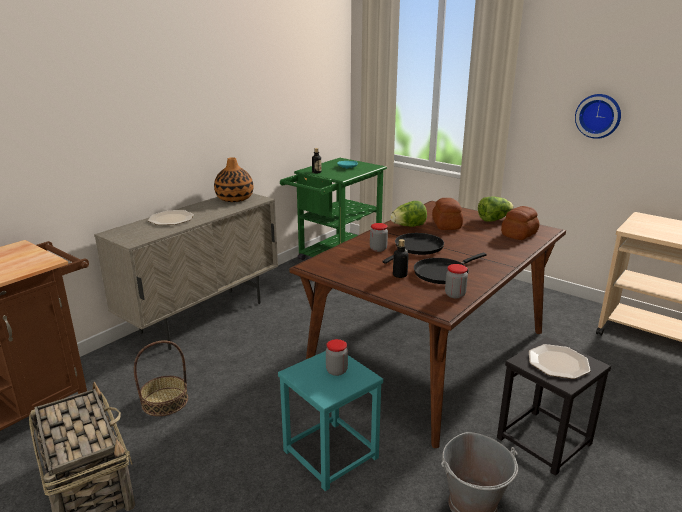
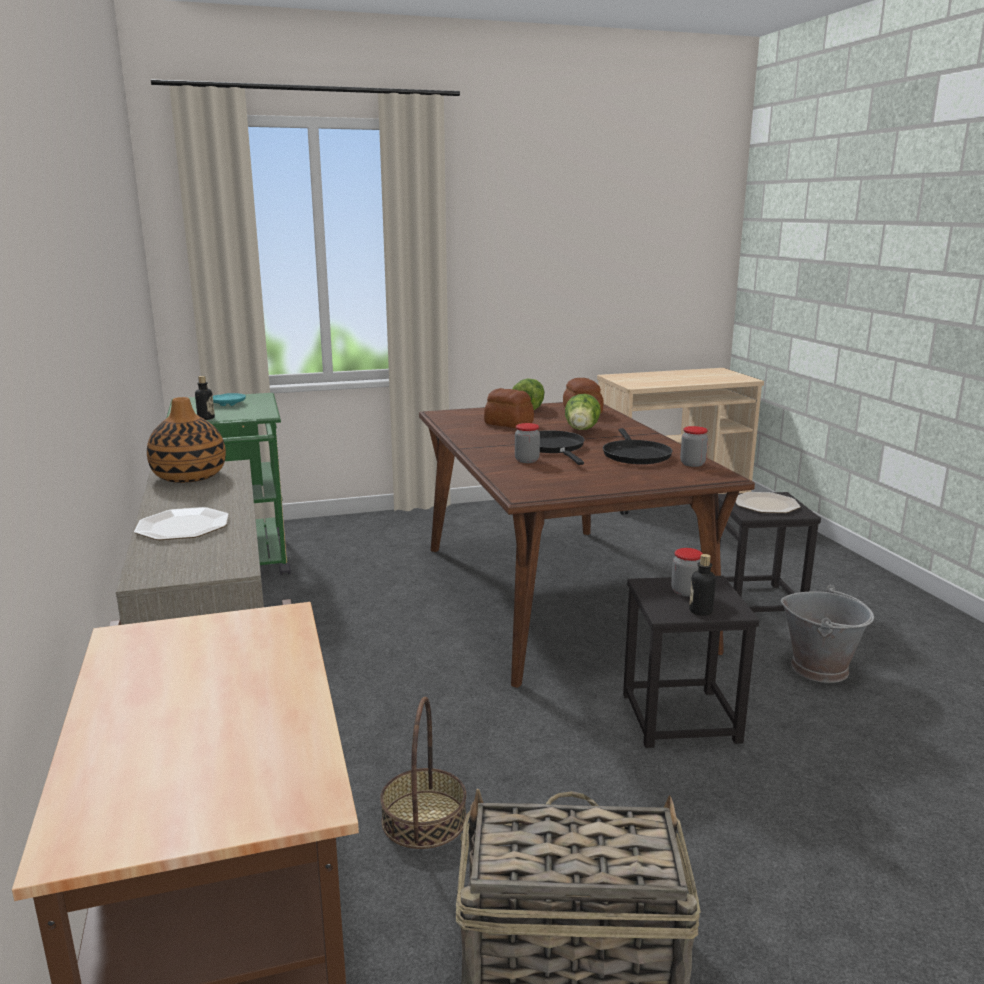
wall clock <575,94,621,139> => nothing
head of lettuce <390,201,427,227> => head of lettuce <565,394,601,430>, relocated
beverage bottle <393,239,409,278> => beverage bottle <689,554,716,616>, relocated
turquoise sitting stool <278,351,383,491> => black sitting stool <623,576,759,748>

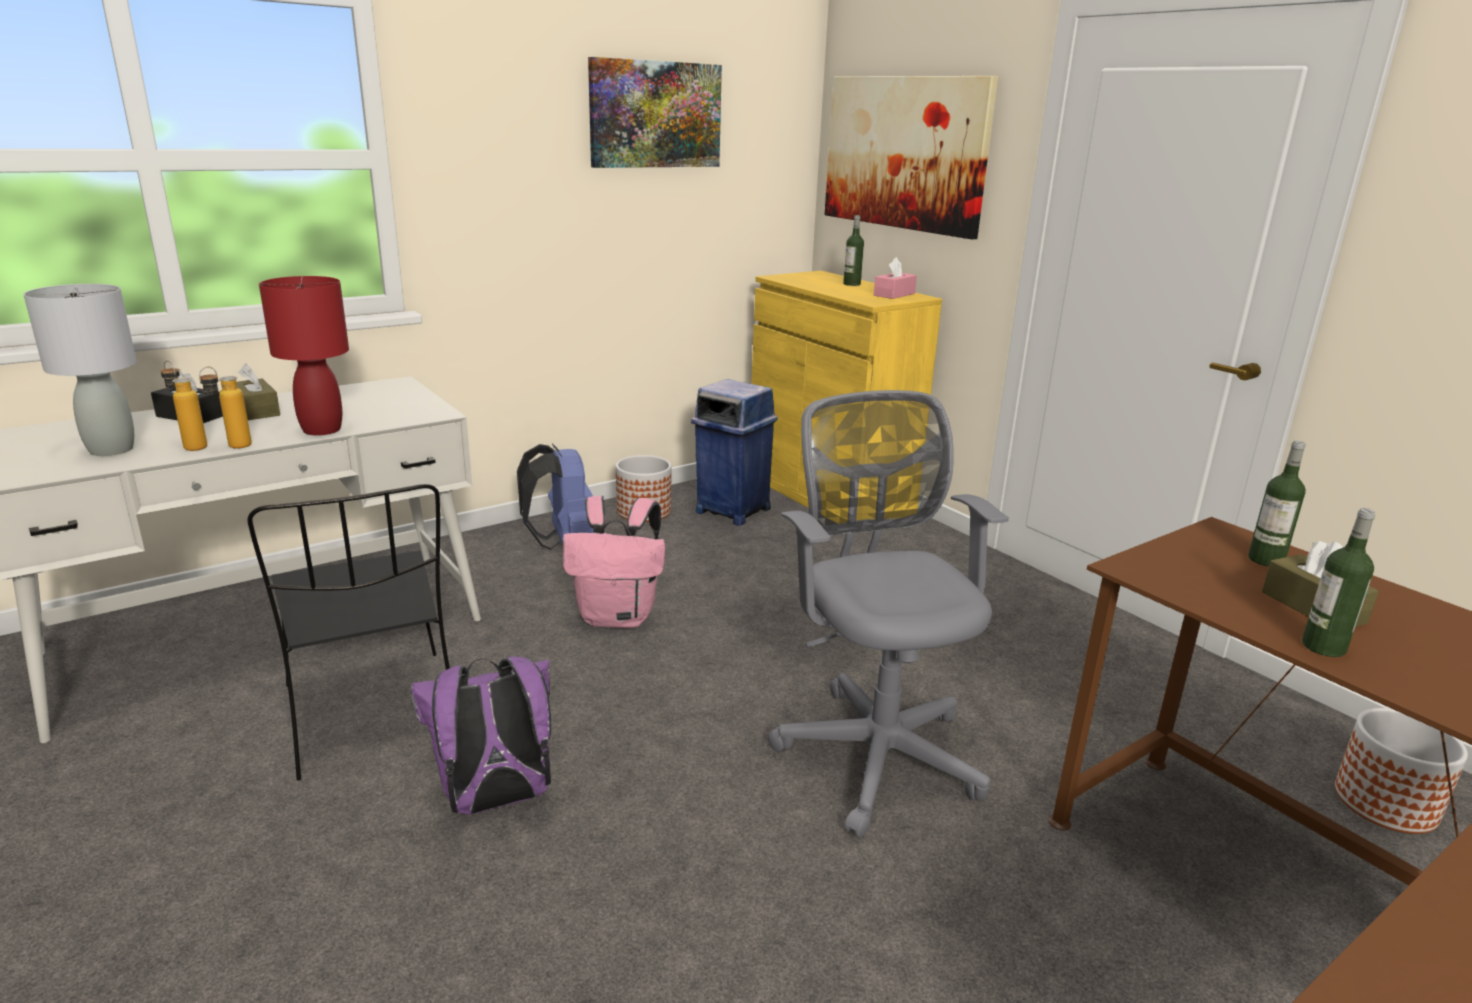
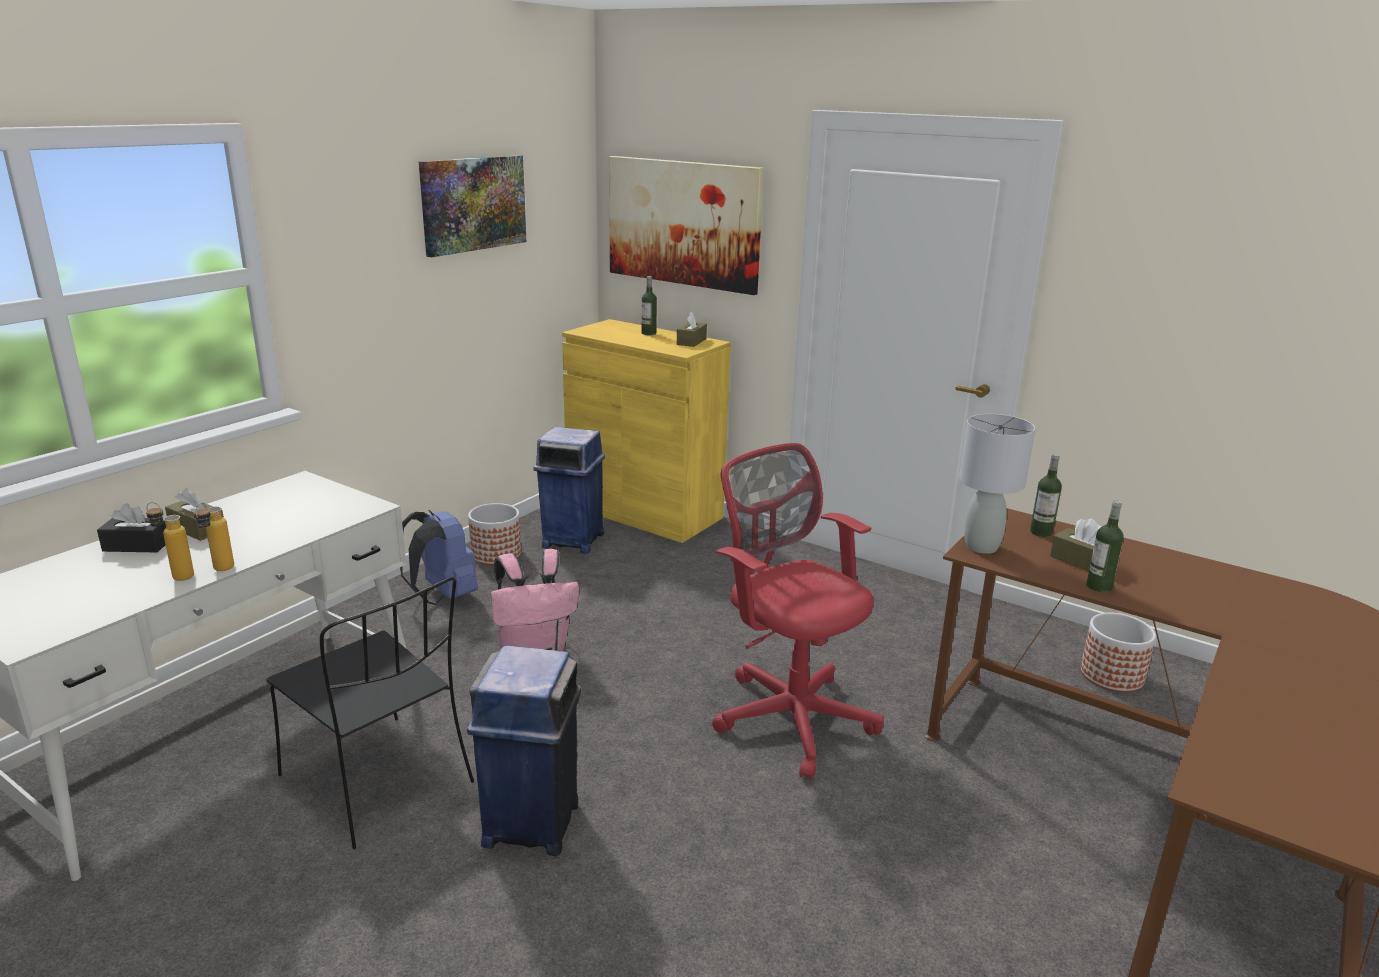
reddish lamp for a table <259,276,349,436> => nothing
gray lamp for a table <23,284,137,456> => gray lamp for a table <959,414,1035,554>, relocated
purplish rucksack <411,656,551,814> => bluish rubbish bin <467,646,581,856>
gray office chair <768,390,1009,838> => reddish office chair <712,443,884,780>
pinkish box of tissues <874,257,917,299> => brownish box of tissues <677,312,707,347>

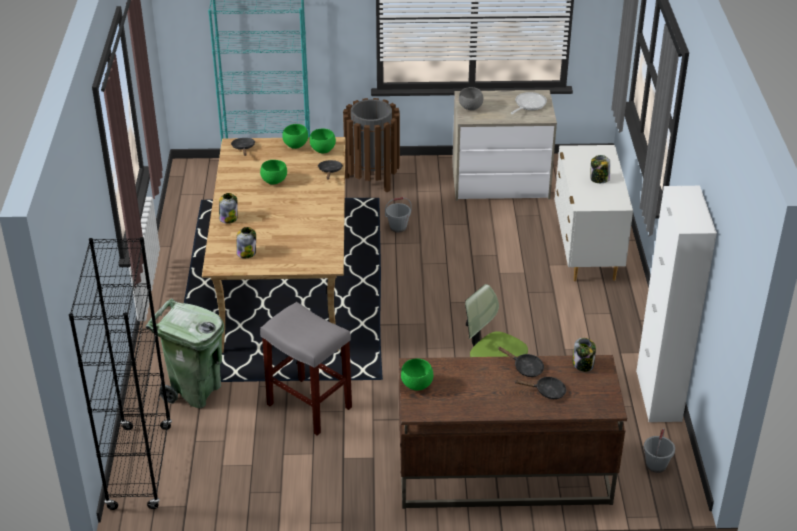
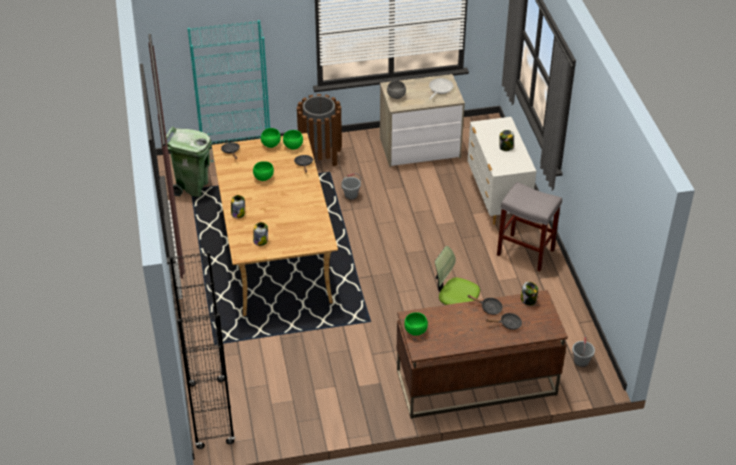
white cupboard <636,186,717,422> => nothing
green rubbish bin <145,299,224,408> => green rubbish bin <161,127,212,197>, relocated
gray sitting stool <260,302,352,436> => gray sitting stool <497,182,562,271>, relocated

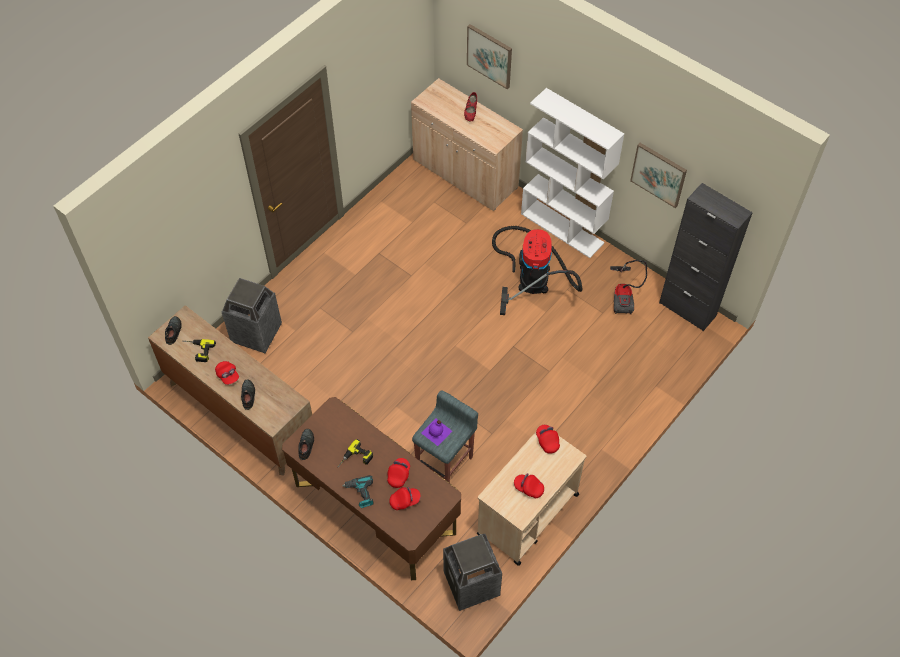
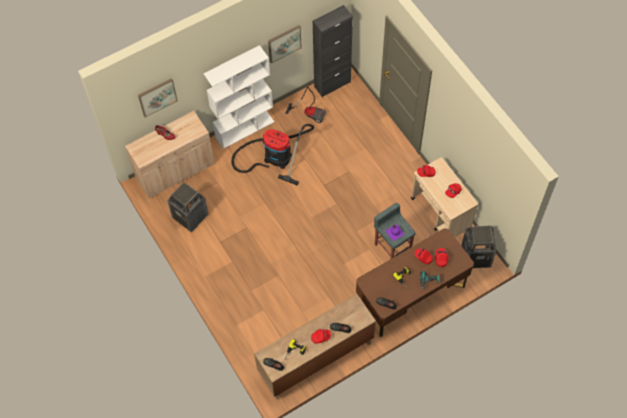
rubbish bin <222,278,282,353> => rubbish bin <167,182,209,232>, relocated

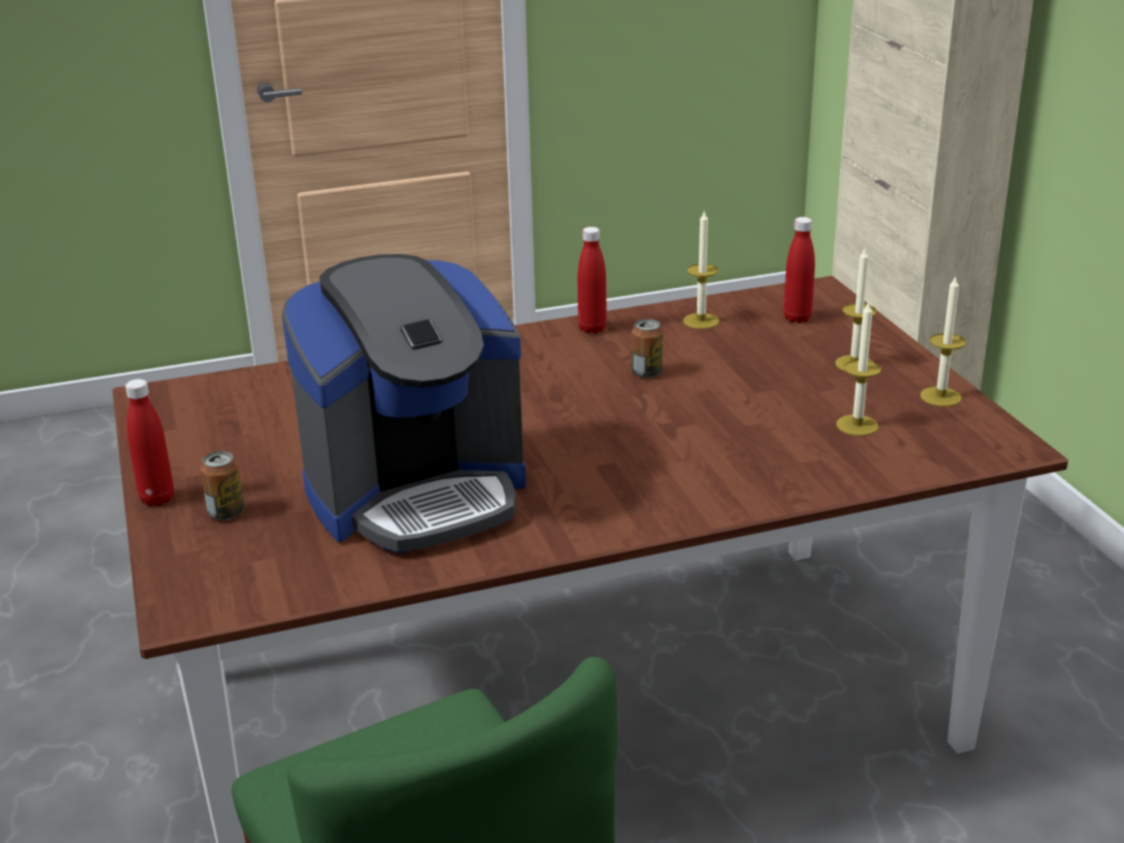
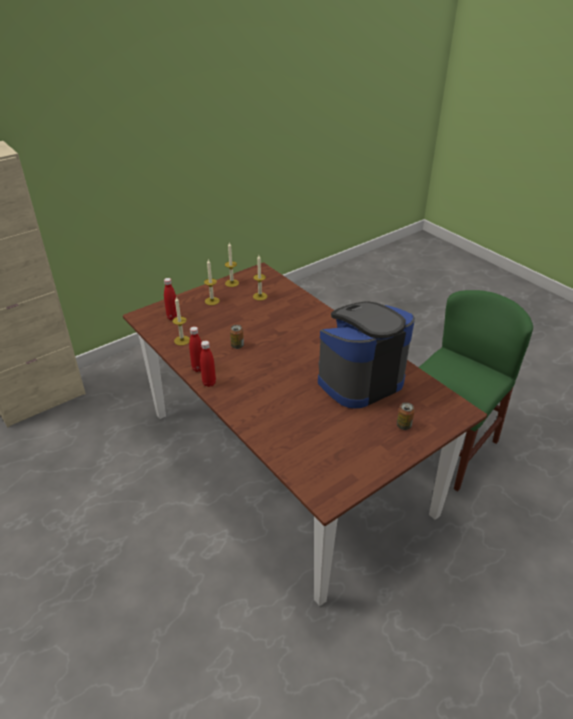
reddish beverage bottle <125,379,174,506> => reddish beverage bottle <200,340,216,387>, relocated
coffee maker <282,254,526,554> => coffee maker <318,301,415,408>, 75 degrees counterclockwise

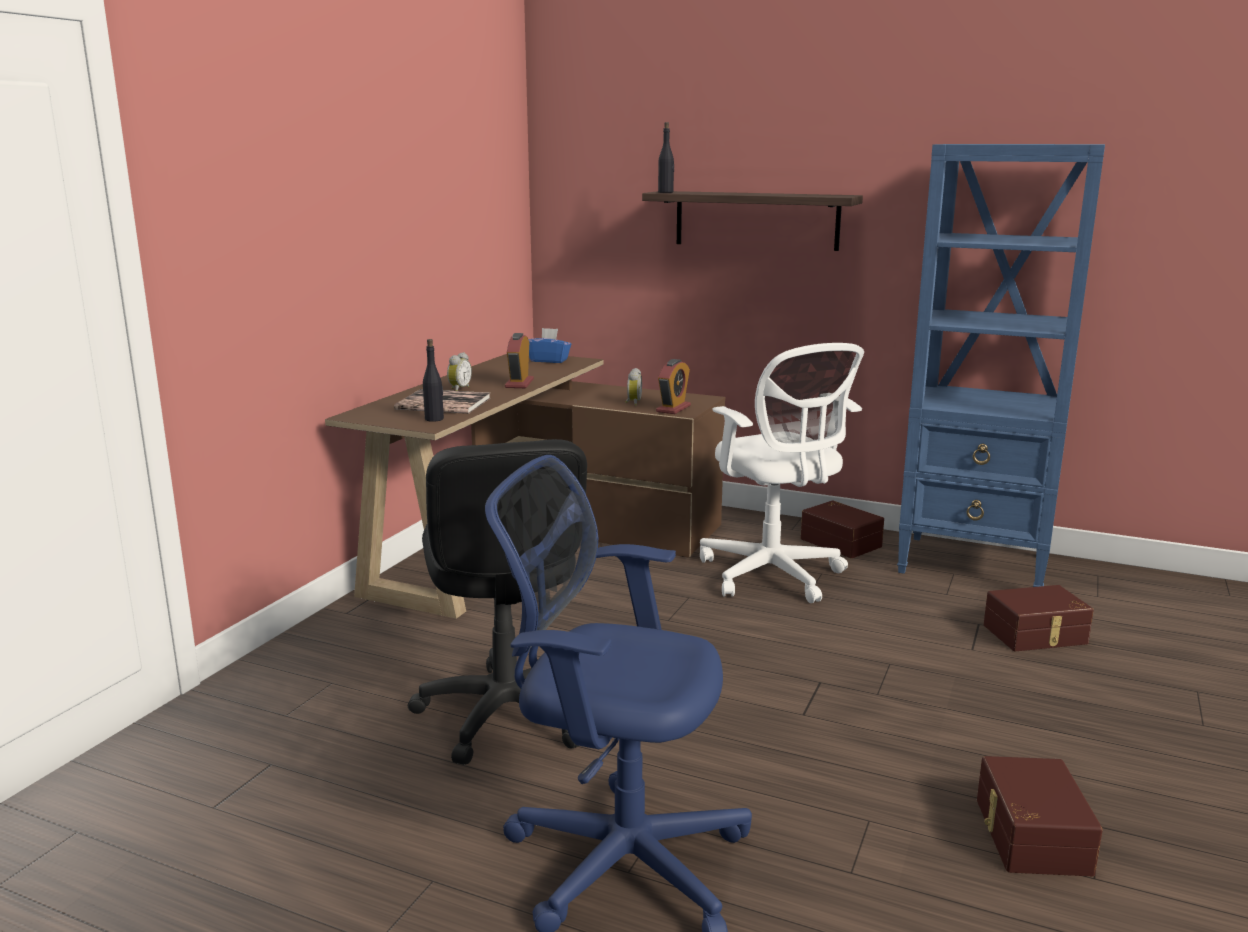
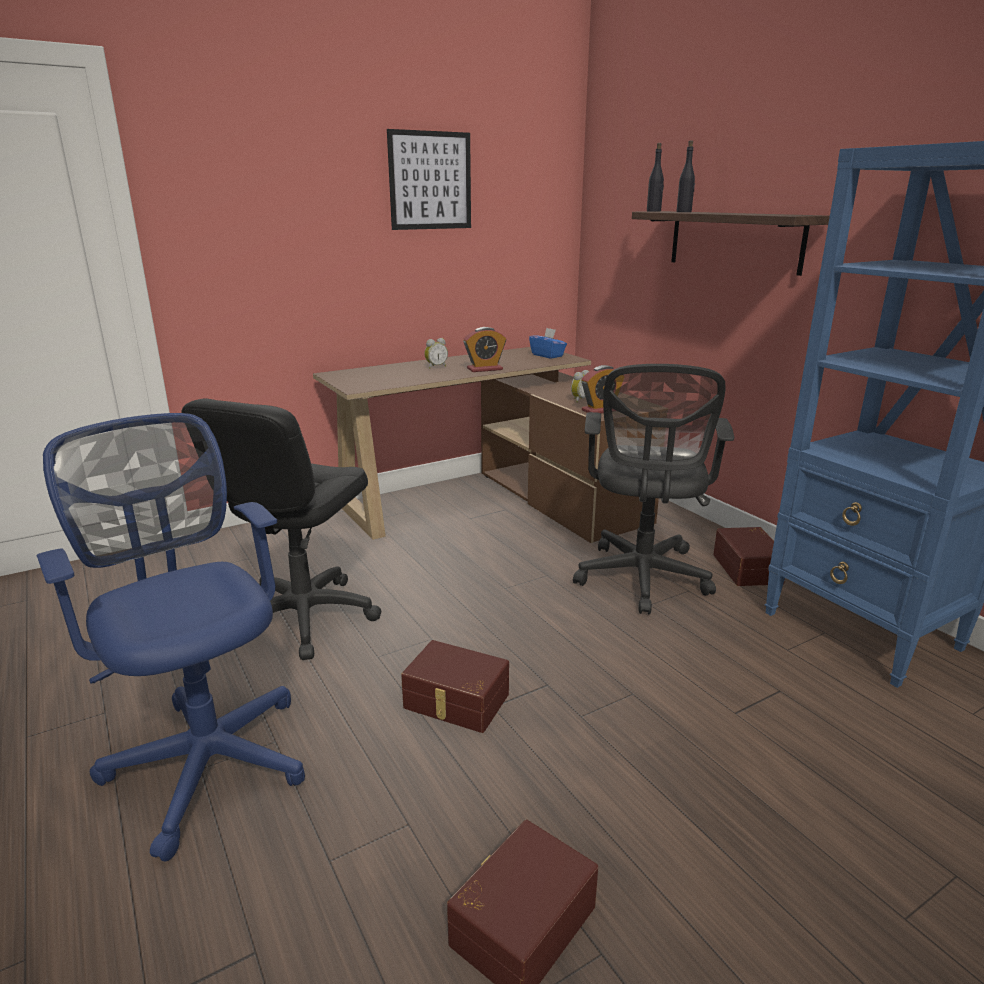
bound book <394,389,490,414> => nothing
nothing => wall art <387,129,471,230>
black beverage bottle <423,339,444,422> => black beverage bottle <676,140,695,212>, relocated
brownish storage container <984,585,1094,651> => brownish storage container <401,640,509,733>, relocated
white office chair <700,343,864,603> => black office chair <573,364,734,614>
table clock <505,333,534,388> => table clock <463,327,506,372>, 150 degrees counterclockwise

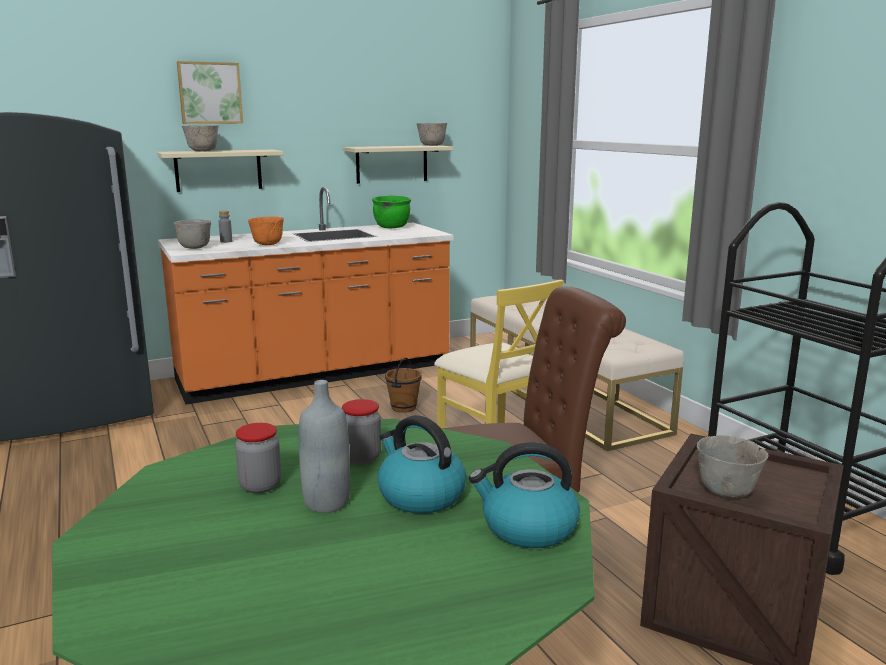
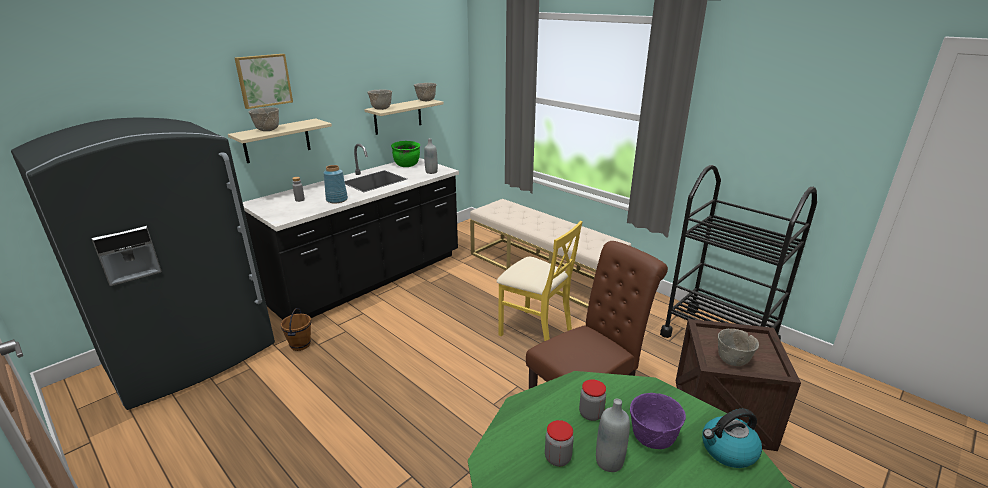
nothing => gray beverage bottle <424,138,438,174>
gray deep dish <174,220,211,249> => gray deep dish <367,90,392,110>, relocated
brownish water bucket <385,357,422,413> => brownish water bucket <280,308,311,351>, relocated
orange-coloured deep dish <248,217,284,245> => bluish decorative vase <323,165,348,204>
tea kettle <377,415,466,513> => purplish deep dish <630,393,686,449>
orange-coloured kitchen counter <158,187,454,405> => black kitchen counter <243,144,459,320>

